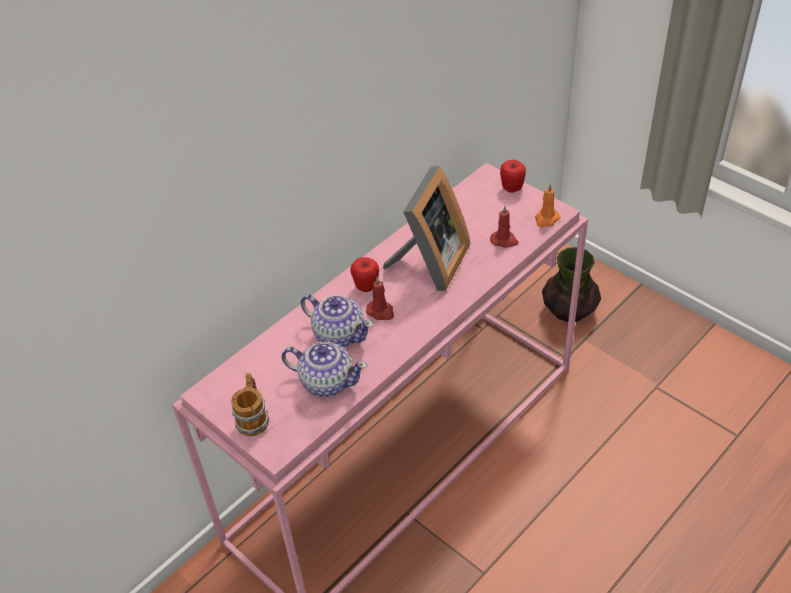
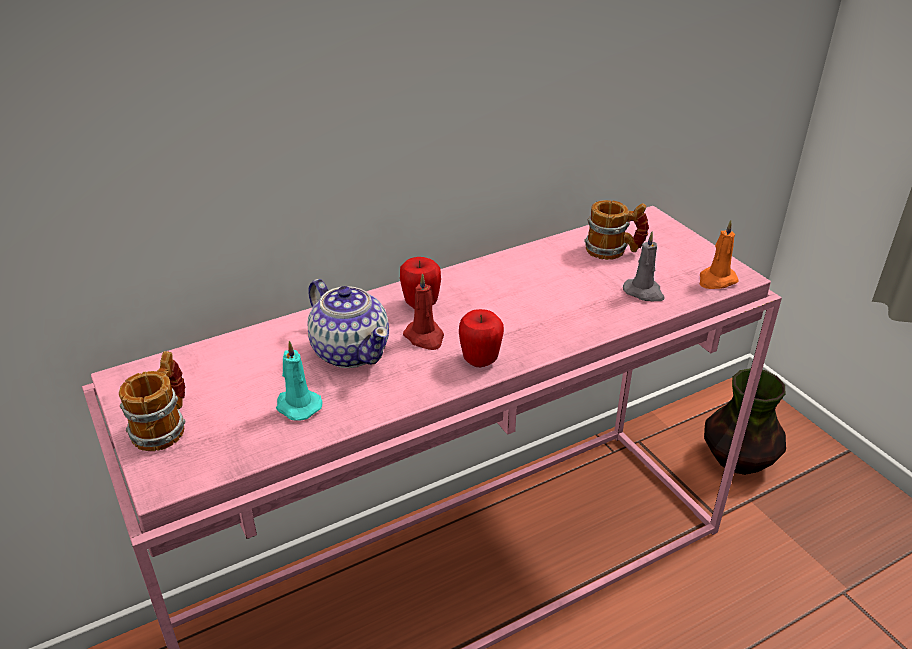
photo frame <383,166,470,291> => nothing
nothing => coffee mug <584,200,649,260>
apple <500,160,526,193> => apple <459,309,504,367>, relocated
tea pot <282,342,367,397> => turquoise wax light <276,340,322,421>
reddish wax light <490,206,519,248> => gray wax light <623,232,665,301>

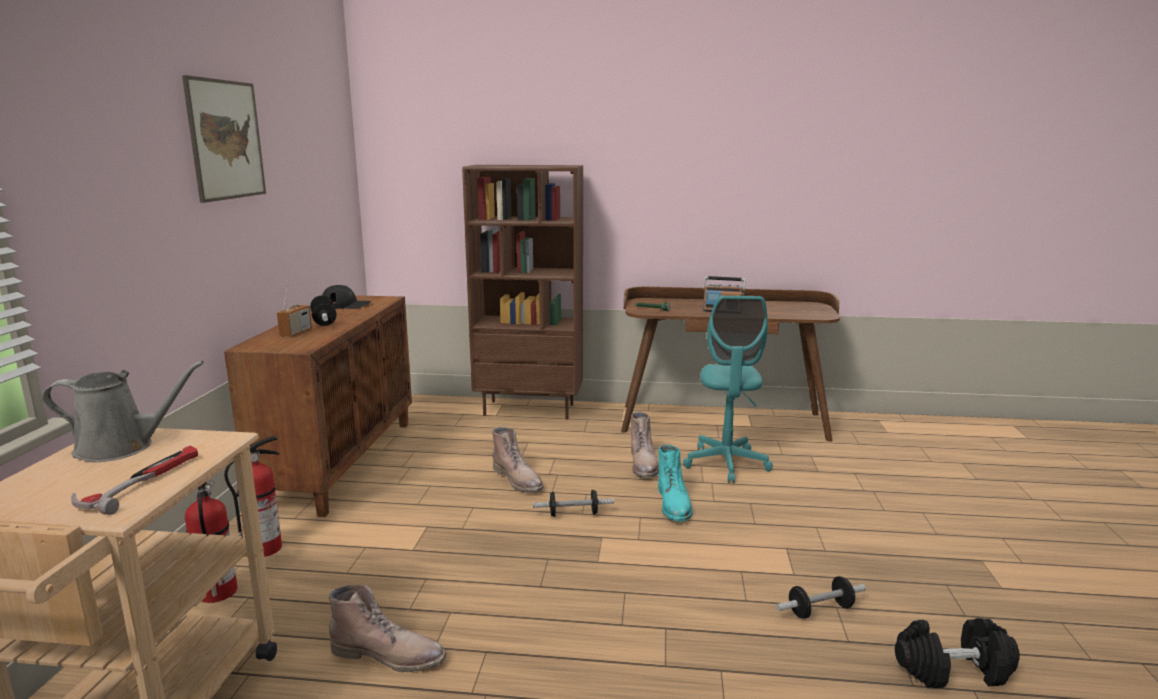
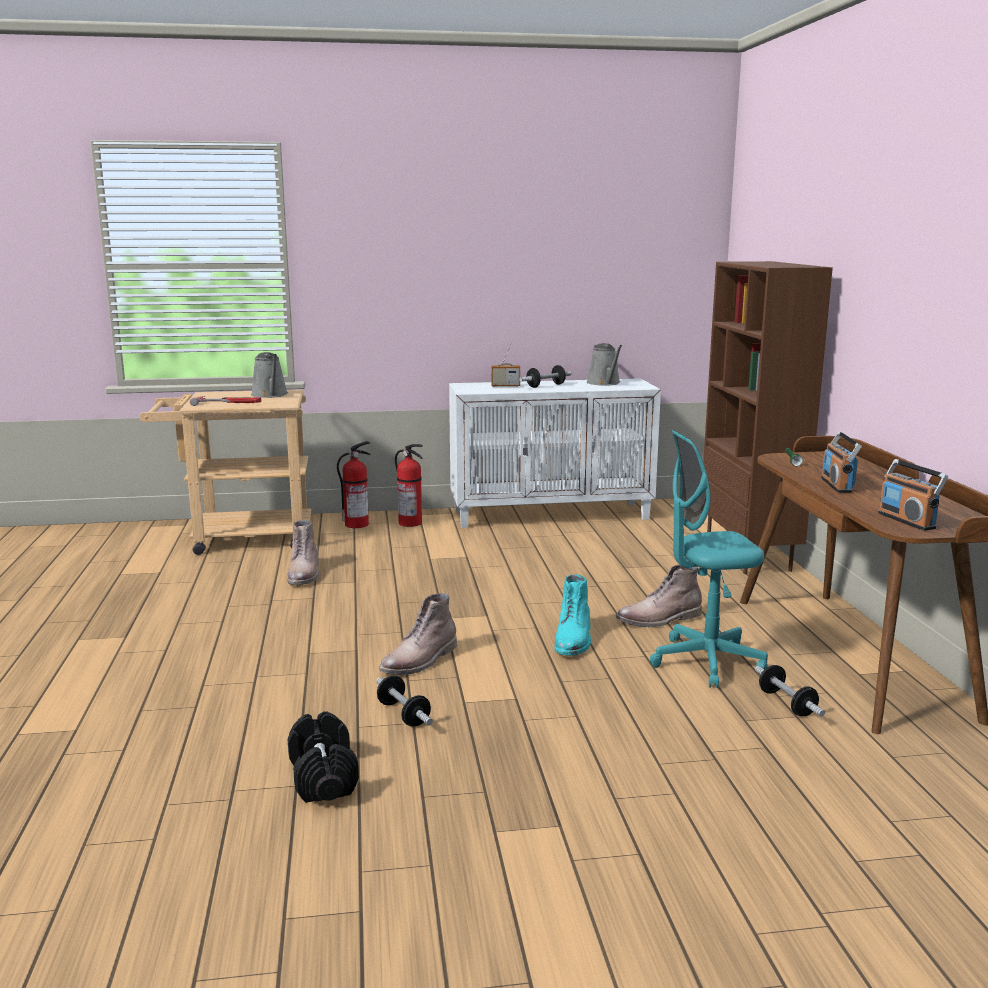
wall art <182,75,266,203> => nothing
nothing => radio receiver <878,459,948,531>
brownish high-top boot <492,427,544,493> => brownish high-top boot <379,593,457,675>, relocated
dumbbell <533,490,614,517> => dumbbell <755,665,825,717>, relocated
black cap <322,285,372,309> => gray watering pot <587,343,622,385>
brownish cupboard <224,295,412,517> => white cupboard <449,379,661,528>
turquoise high-top boot <658,444,693,522> => turquoise high-top boot <554,574,591,656>, 60 degrees counterclockwise

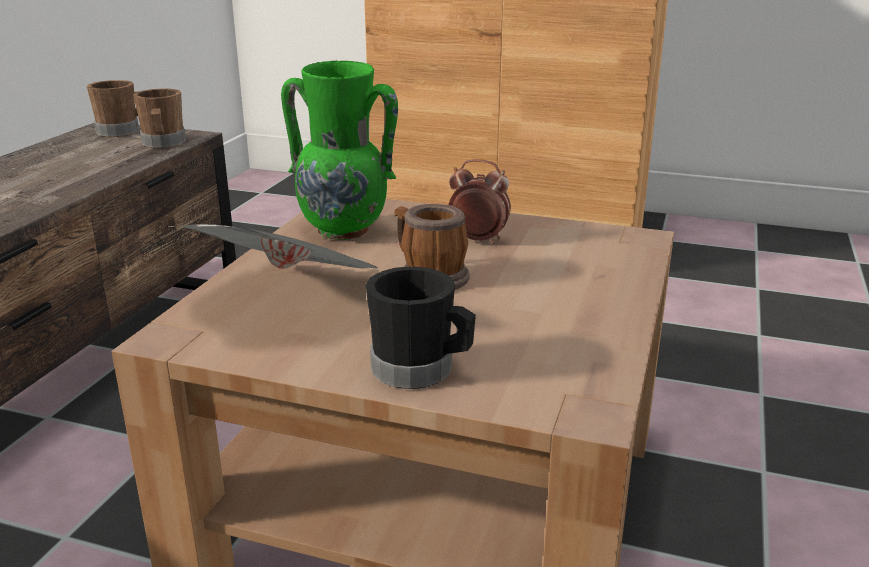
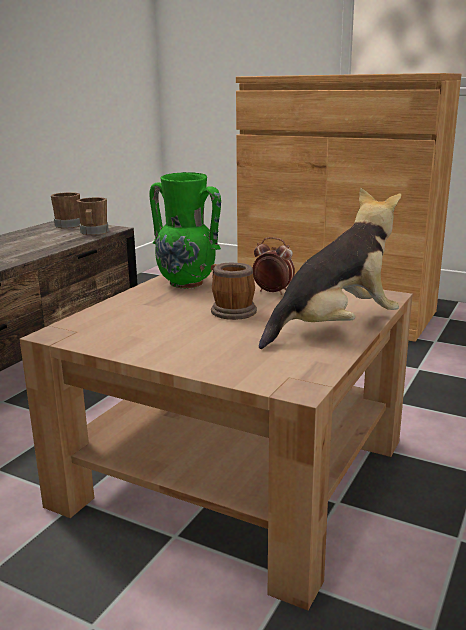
newspaper <170,224,380,270> => nothing
black coffee mug <366,266,476,389> => nothing
nothing => plush toy <259,187,401,349>

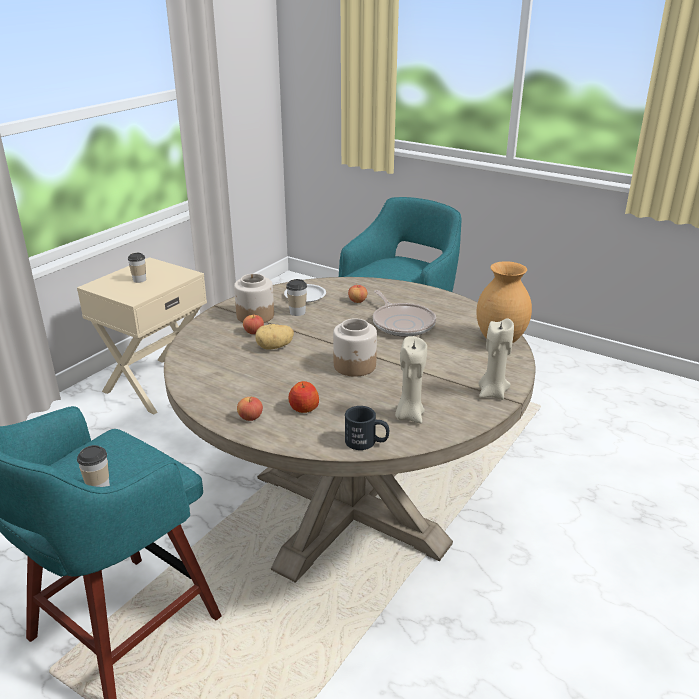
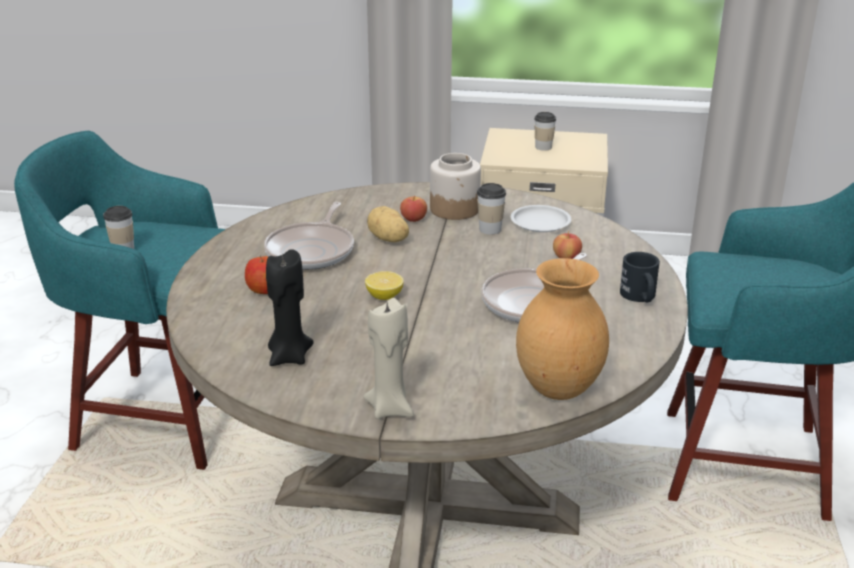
apple <237,396,263,421> => nothing
nothing => frying pan <264,202,354,270>
black coffee mug <345,406,389,450> => black coffee mug <620,252,660,302>, relocated
storage jar <333,318,377,377> => lemon <365,271,404,300>
sand-coloured wax light <395,336,427,423> => black wax light <266,249,314,366>

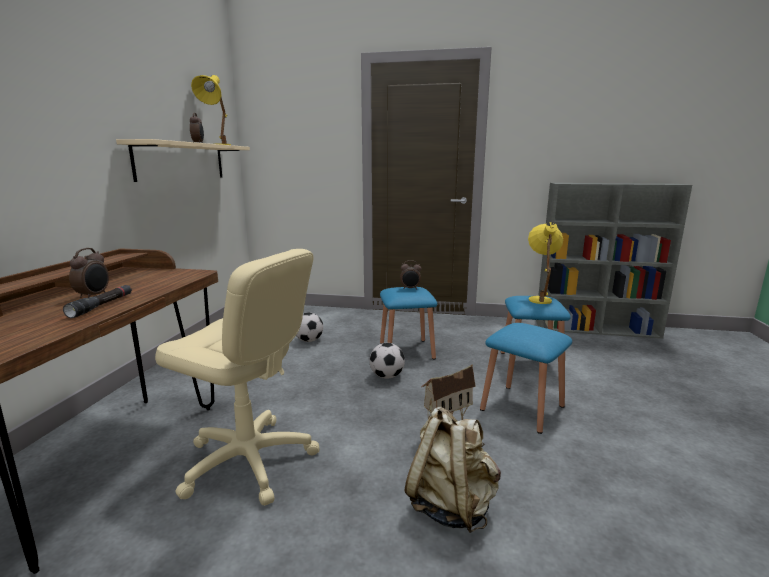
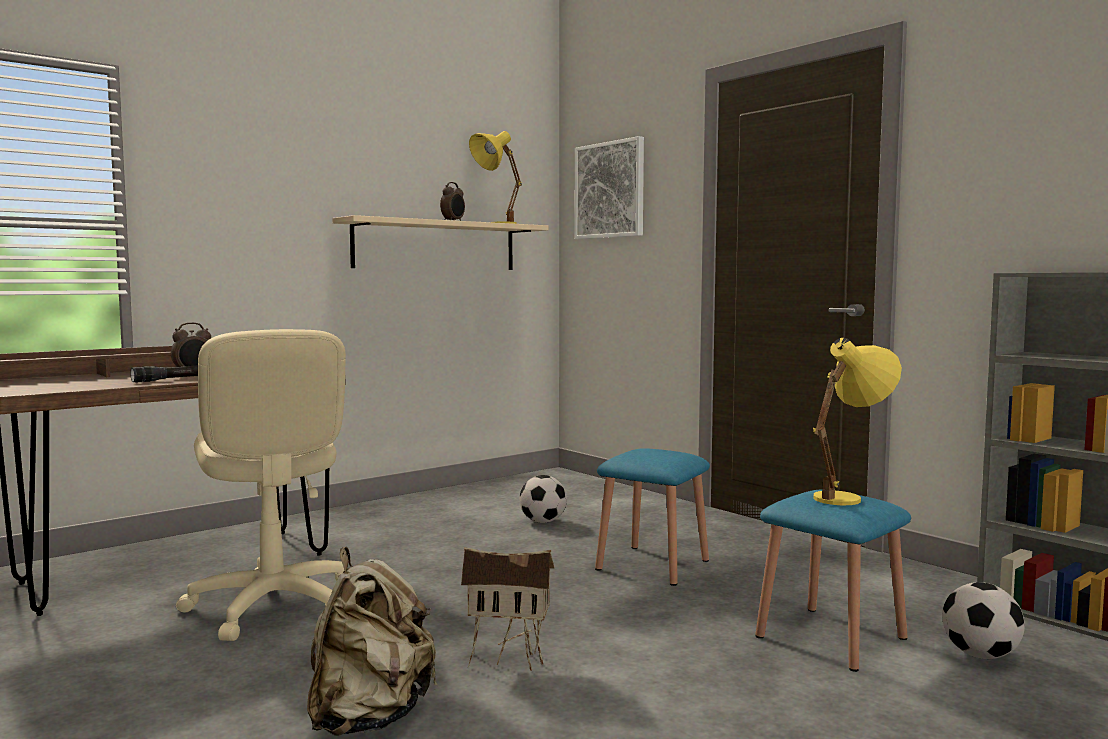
table clock <400,260,421,290> => nothing
bluish sitting stool <480,323,572,434> => nothing
nothing => wall art <575,136,644,239>
football ball <369,343,405,379> => football ball <942,582,1025,659>, relocated

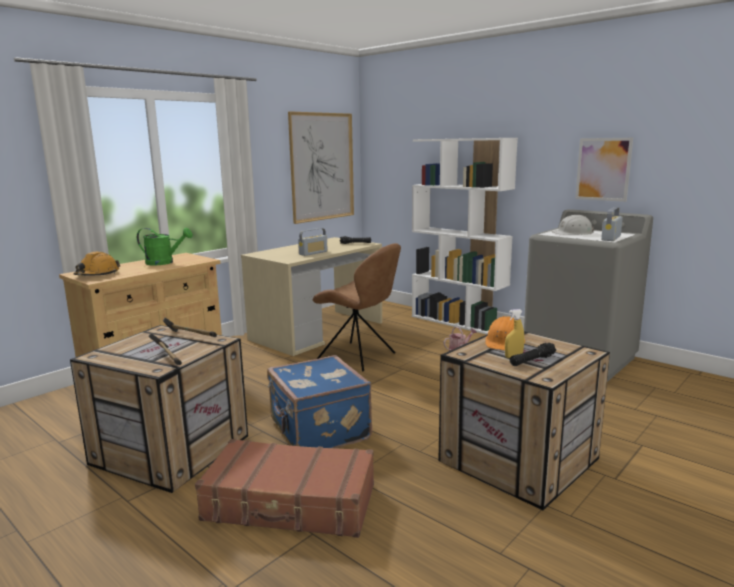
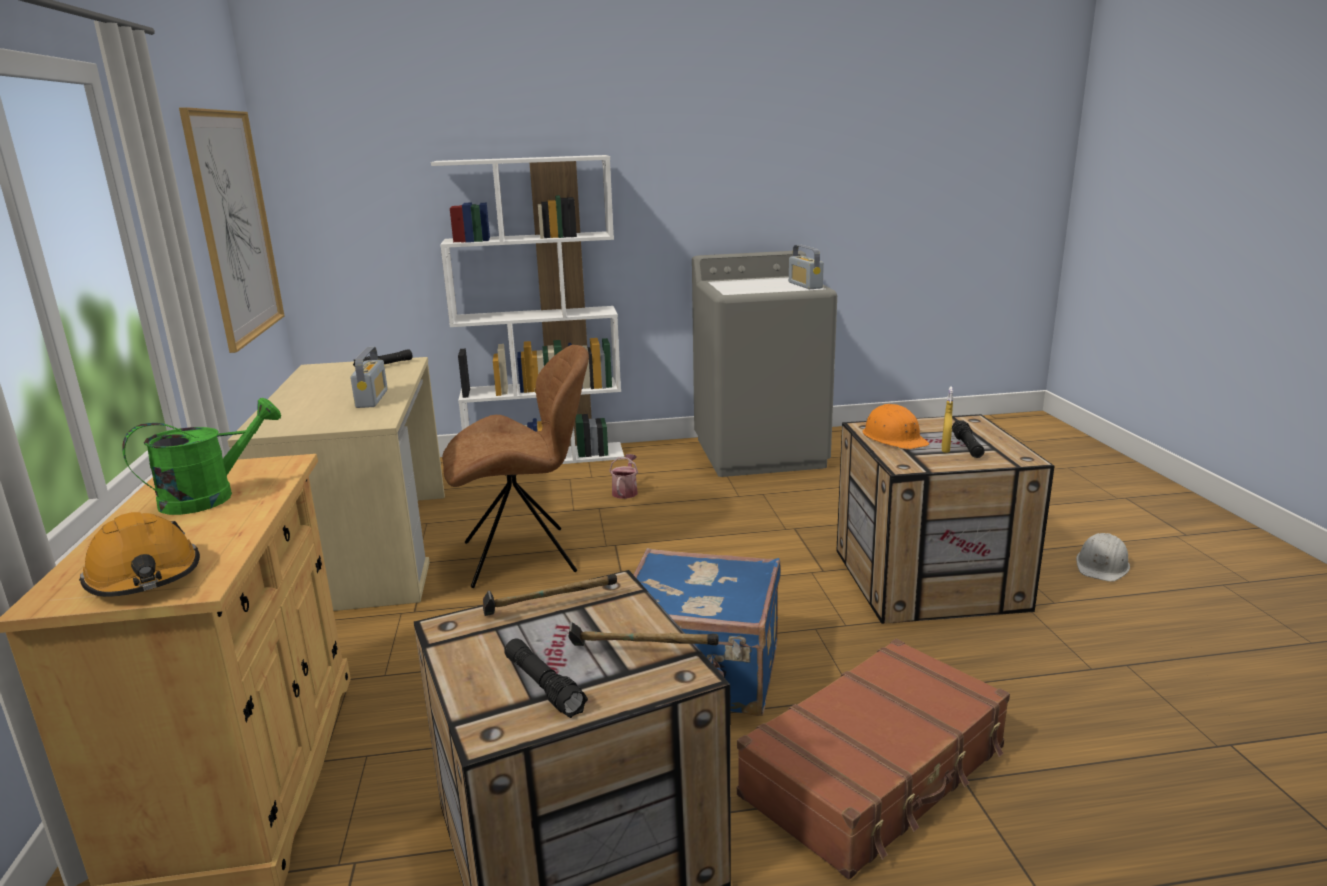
wall art <575,138,633,202> => nothing
nothing => black hand torch <504,639,588,718>
white hard hat <552,215,594,235> => white hard hat <1076,533,1130,582>, relocated

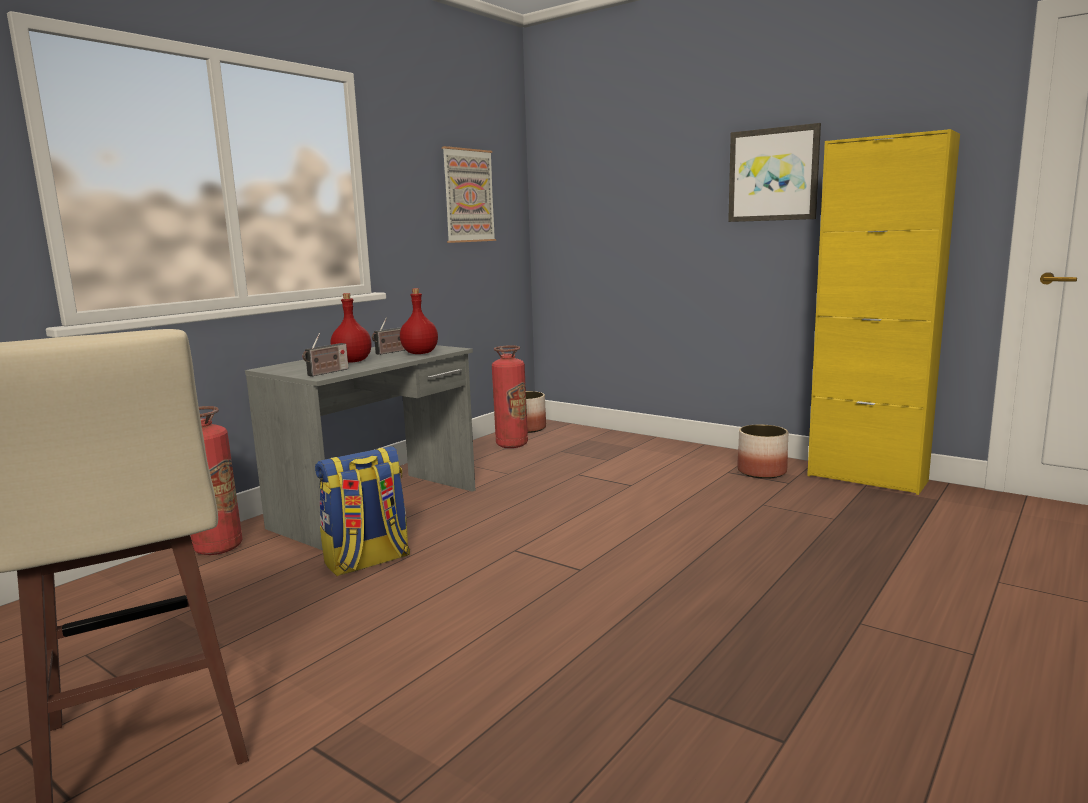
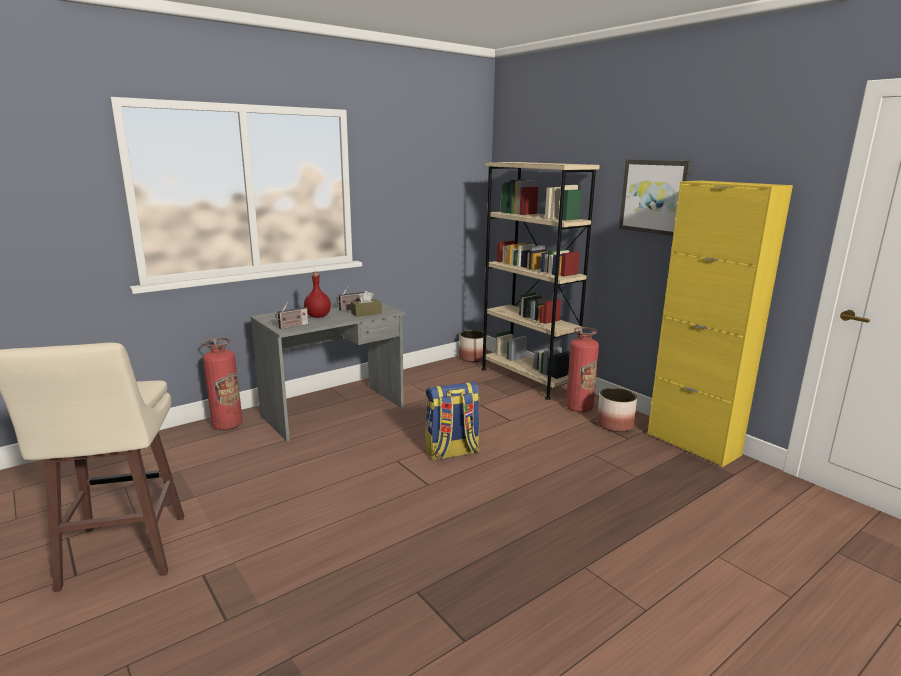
wall art <442,146,496,243> => nothing
nothing => sand-coloured bookshelf <481,162,600,400>
rucksack <315,446,410,576> => rucksack <425,382,480,460>, relocated
extinguisher <492,345,528,448> => extinguisher <566,327,599,413>, relocated
reddish beverage bottle <400,288,438,354> => brownish box of tissues <351,291,382,317>

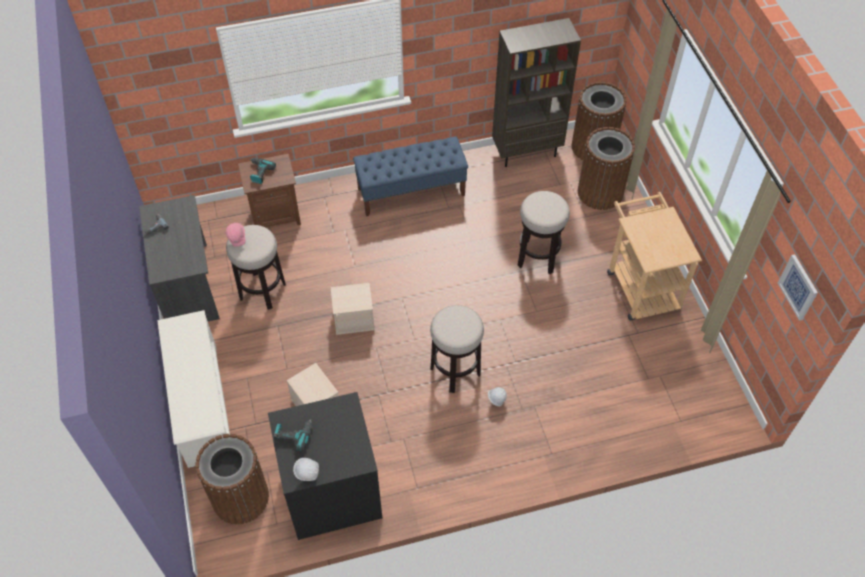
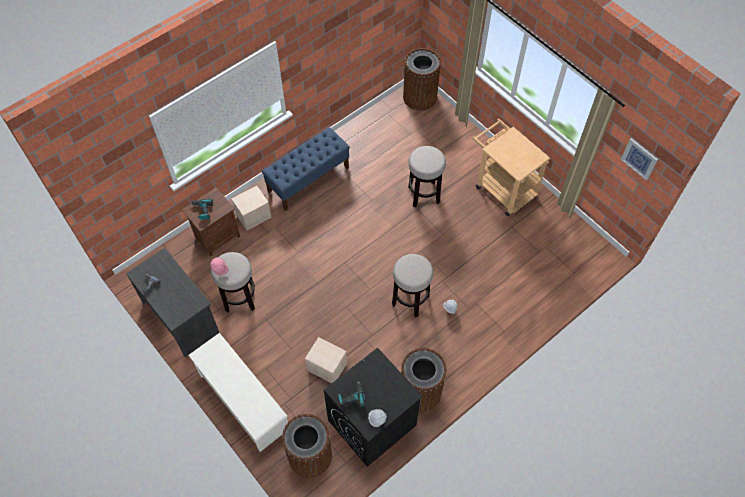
brownish bookshelf <492,18,581,167> => nothing
sand-coloured storage container <330,283,375,335> => sand-coloured storage container <232,186,272,230>, relocated
brownish rubbish bin <578,127,635,210> => brownish rubbish bin <401,348,447,412>, relocated

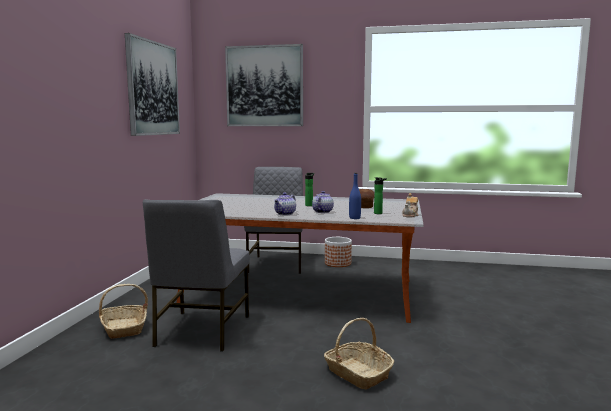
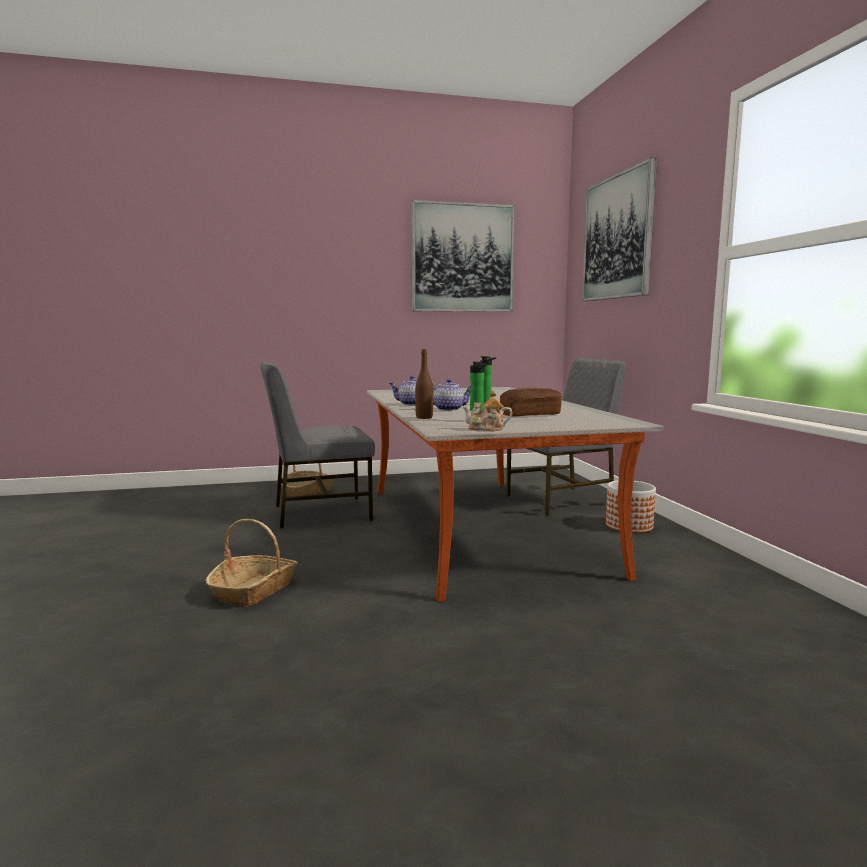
bluish beverage bottle <349,173,361,219> => brownish beverage bottle <415,349,433,419>

